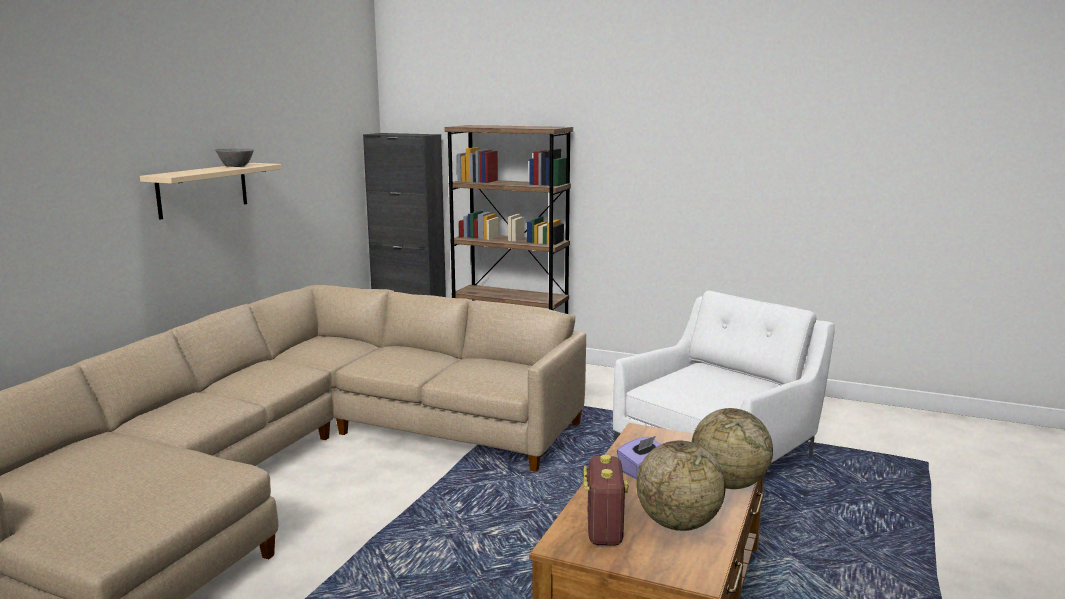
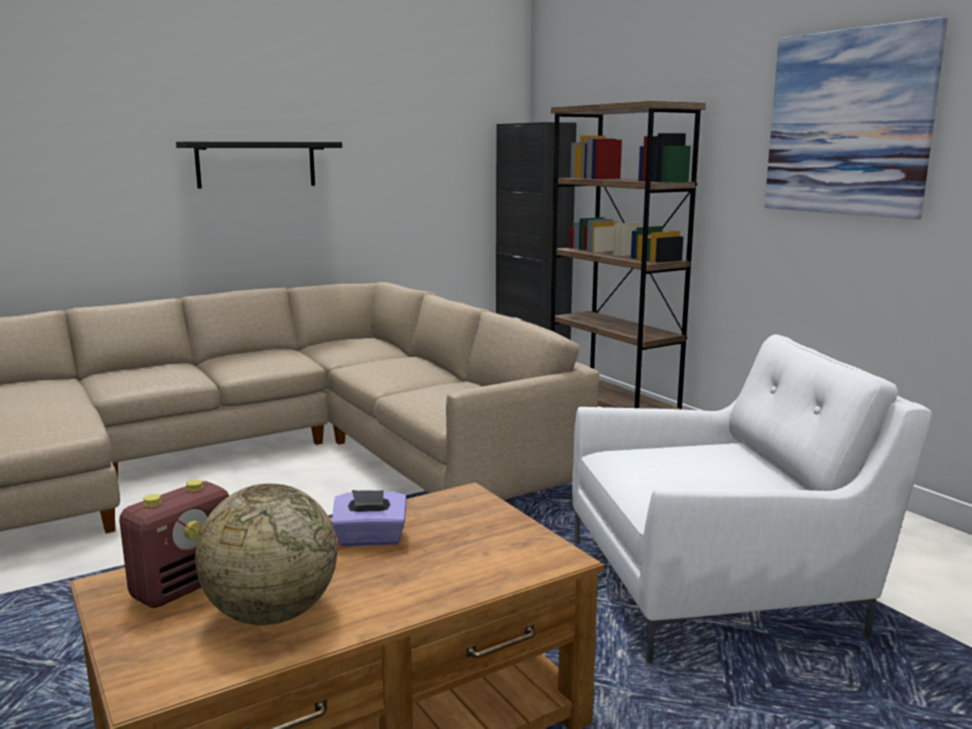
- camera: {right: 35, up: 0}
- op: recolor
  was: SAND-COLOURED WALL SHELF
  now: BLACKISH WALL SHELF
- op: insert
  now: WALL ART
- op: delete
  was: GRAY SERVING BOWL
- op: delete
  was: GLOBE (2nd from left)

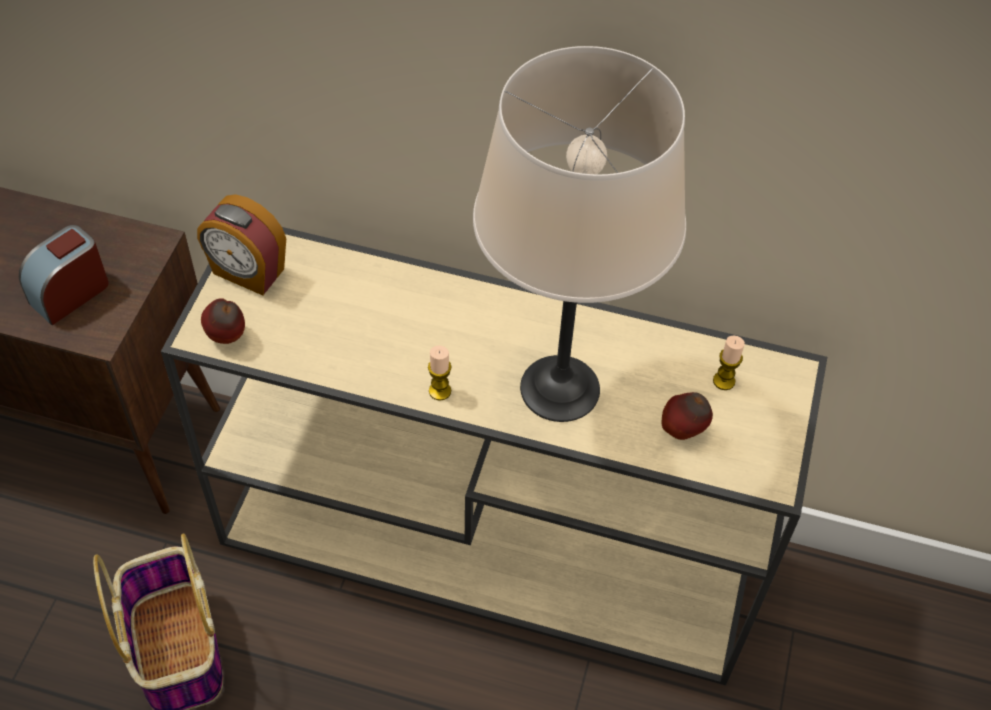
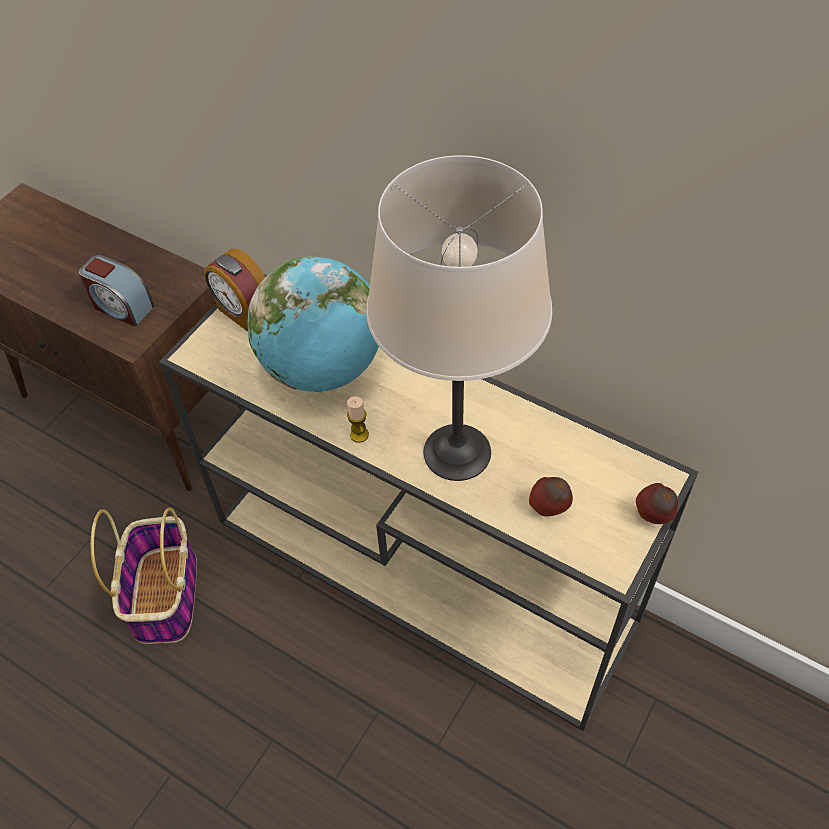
- camera: {right: 20, up: 0}
- op: rotate
  was: TABLE CLOCK (1st from left)
  clockwise: -120
- op: insert
  now: GLOBE
- op: move
  was: APPLE FRUIT (1st from left in the first image)
  now: APPLE FRUIT (2nd from left)
- op: delete
  was: WAX CANDLE (2nd from left)

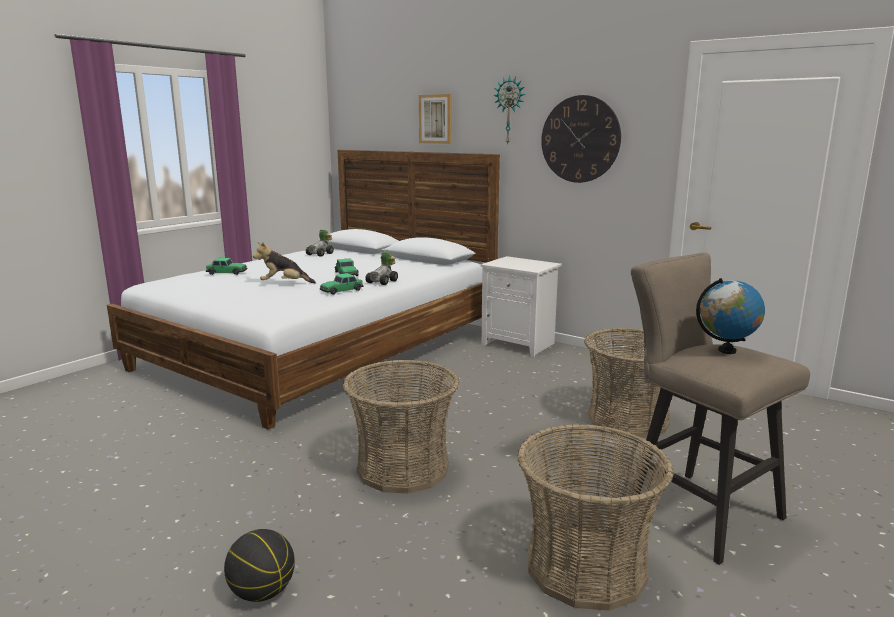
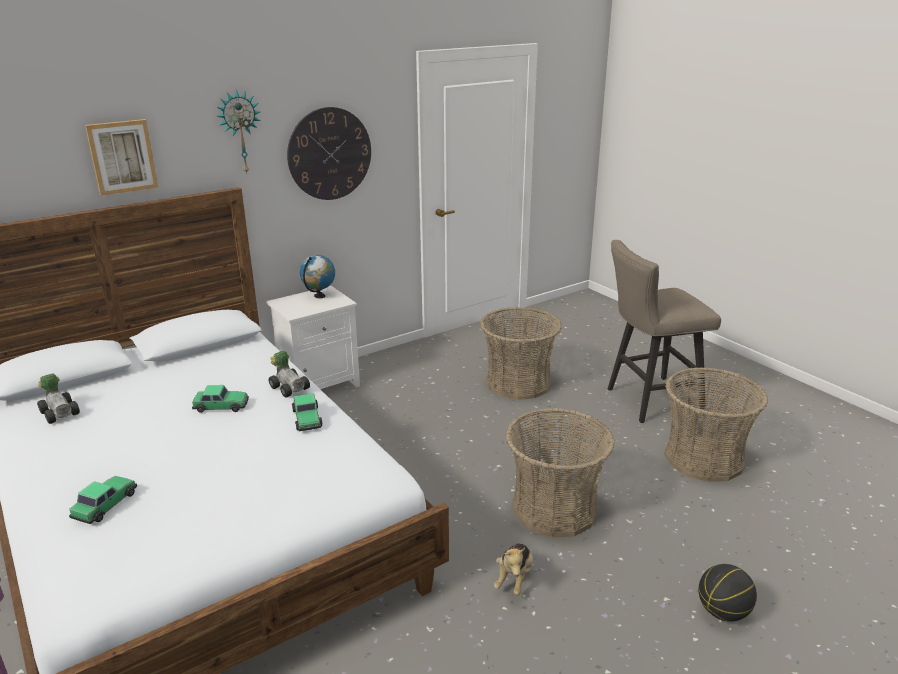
- camera: {right: -70, up: 10}
- op: move
  was: GLOBE
- op: move
  was: SOFT TOY

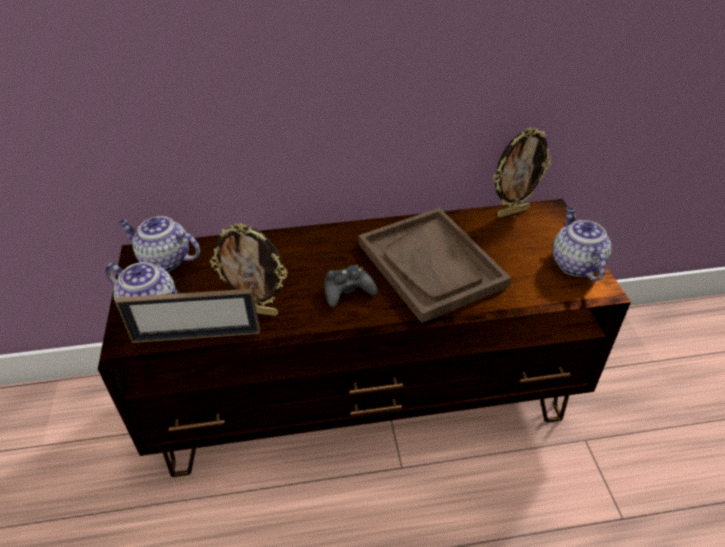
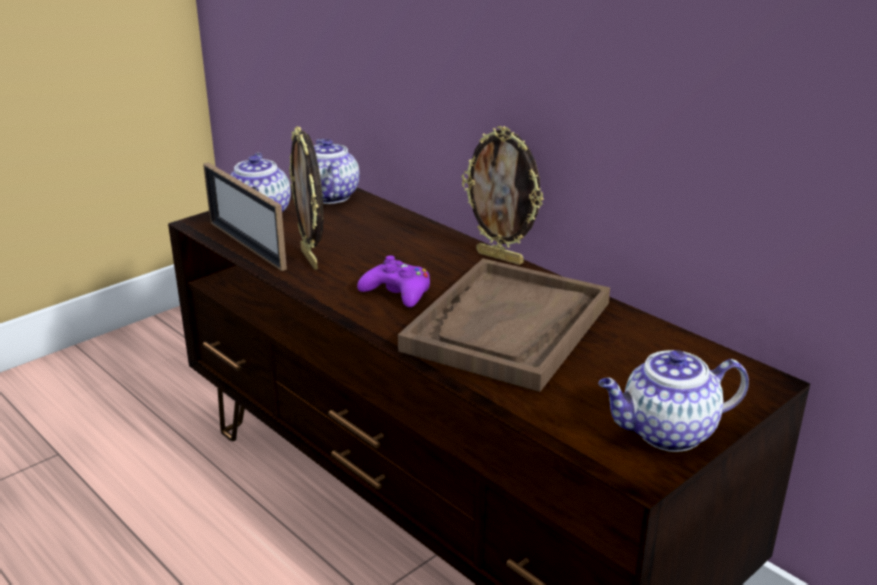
- camera: {right: 55, up: -15}
- op: recolor
  was: BLACKISH JOYPAD
  now: PURPLISH JOYPAD
- op: move
  was: PICTURE FRAME (3rd from left)
- op: rotate
  was: TEA POT (3rd from left)
  clockwise: -150

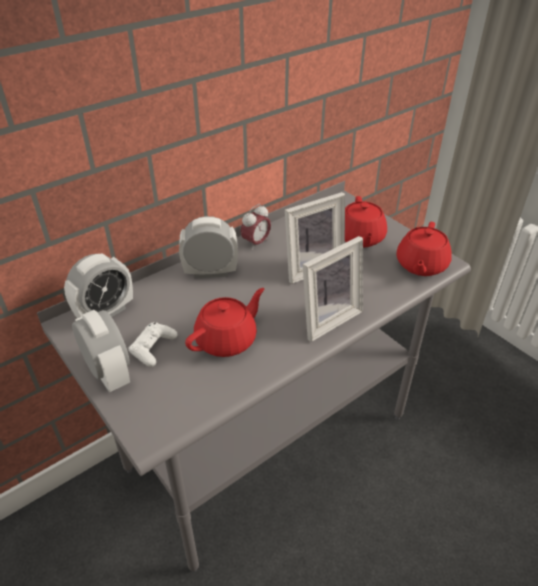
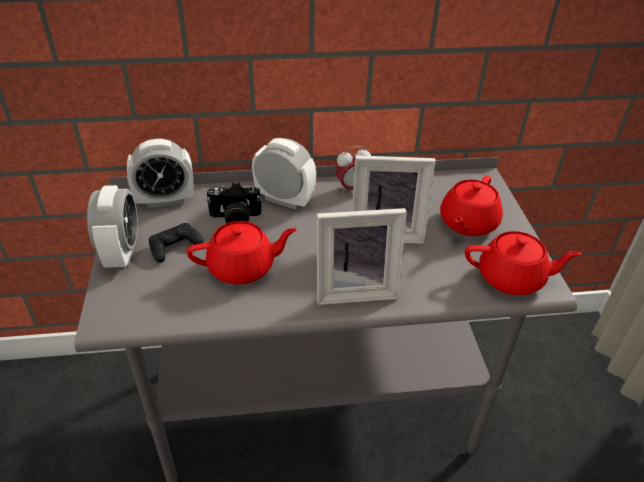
- camera: {right: 30, up: 0}
- op: recolor
  was: WHITISH JOYPAD
  now: BLACKISH JOYPAD
- op: insert
  now: PHOTO CAMERA
- op: rotate
  was: RED-COLOURED TEA POT (3rd from left)
  clockwise: -135

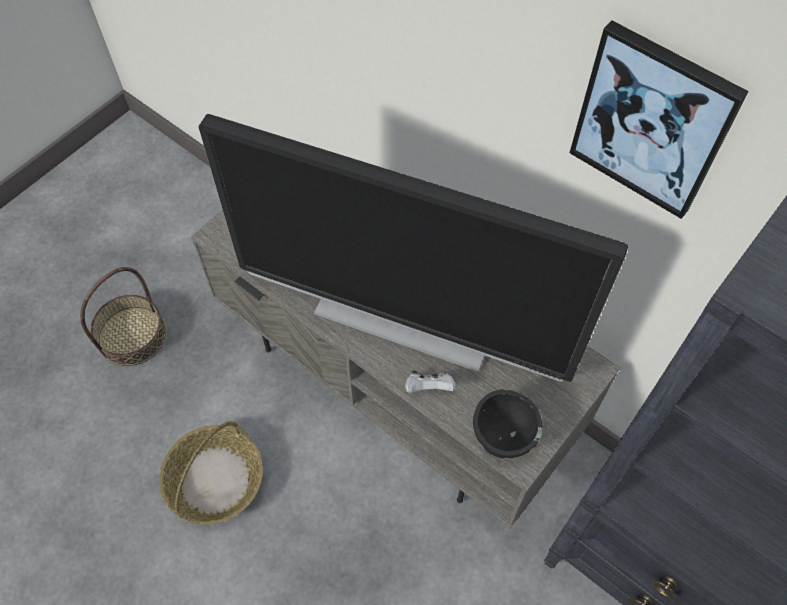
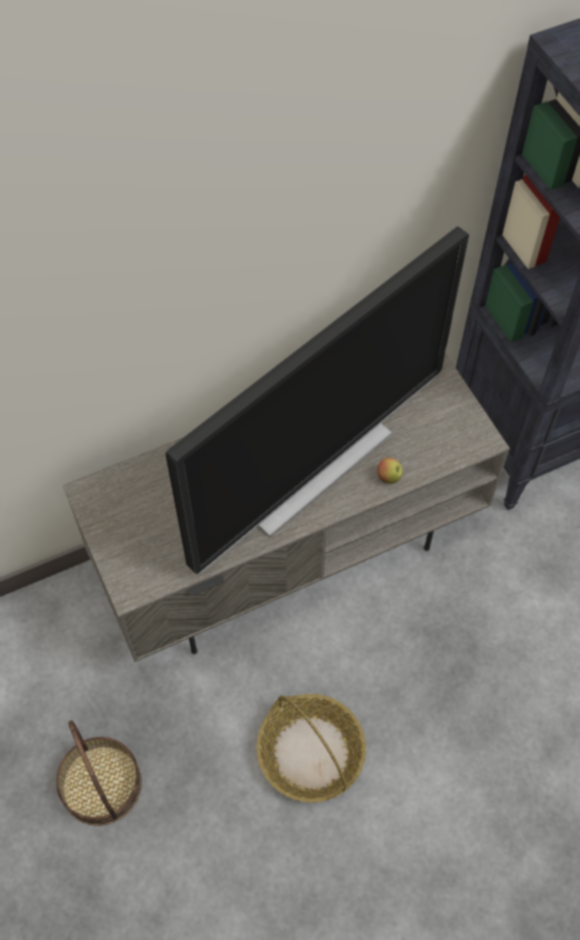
- camera: {right: -65, up: 0}
- op: replace
  was: WHITISH JOYPAD
  now: APPLE FRUIT
- op: delete
  was: BLACKISH SERVING BOWL
- op: delete
  was: WALL ART

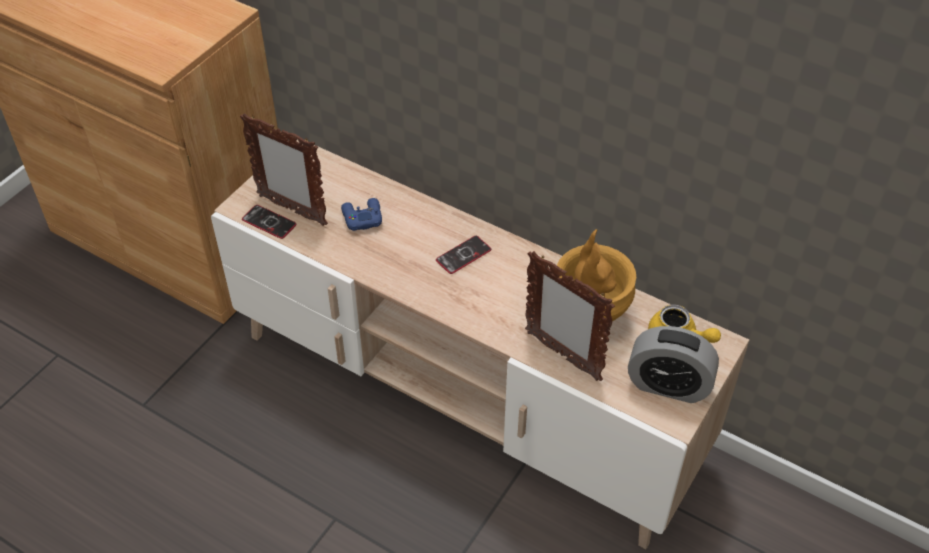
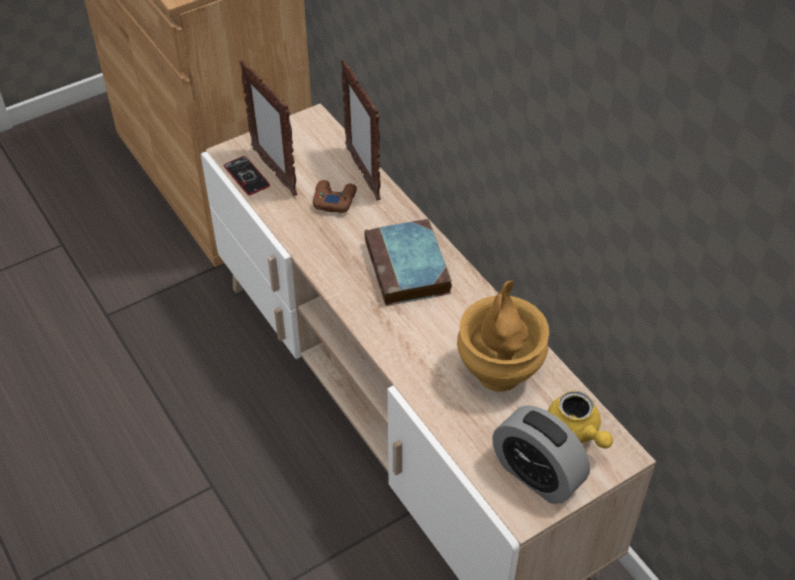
- camera: {right: 25, up: 0}
- op: recolor
  was: BLUISH JOYPAD
  now: BROWN-COLOURED JOYPAD
- op: move
  was: PICTURE FRAME (2nd from left)
- op: replace
  was: TELEPHONE (2nd from left)
  now: BOOK

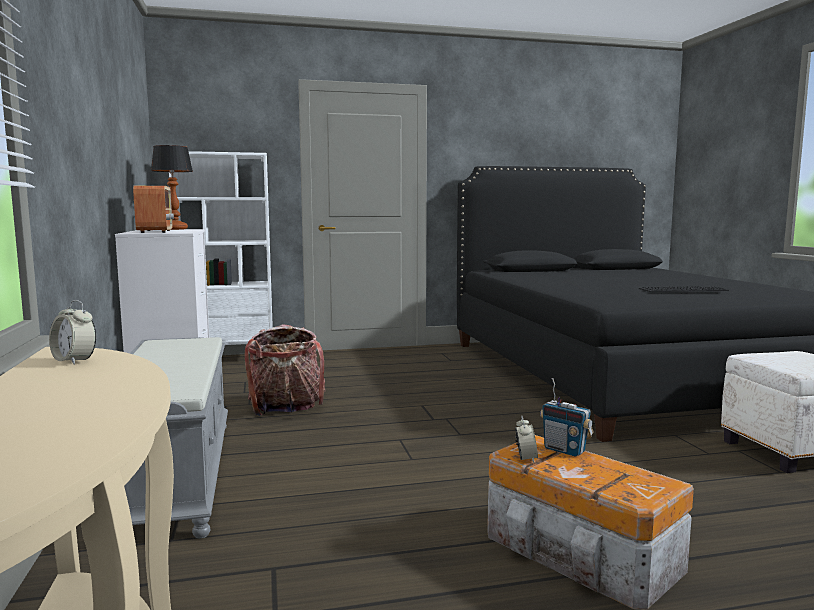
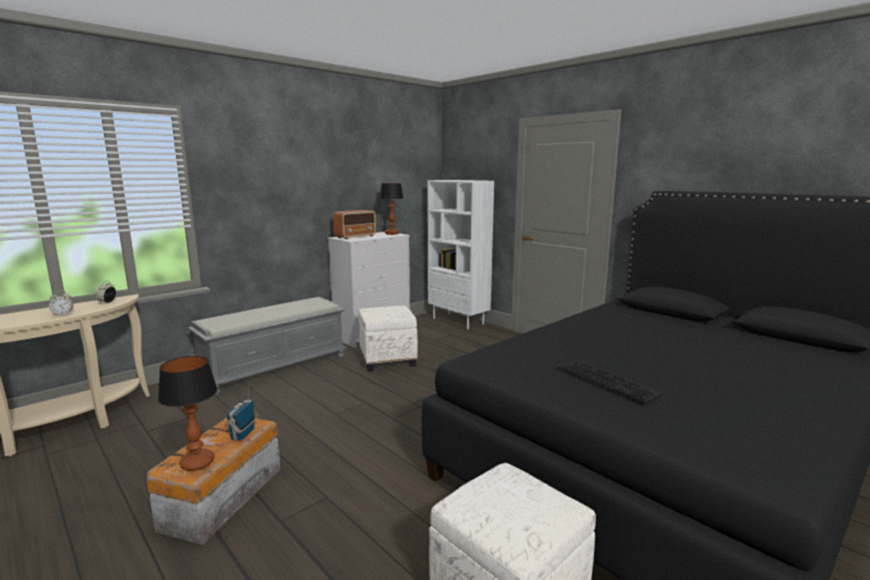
- camera: {right: 60, up: 5}
- op: move
  was: TABLE CLOCK (2nd from left in the first image)
  now: TABLE CLOCK (1st from left)
- op: insert
  now: TABLE LAMP (1st from left)
- op: replace
  was: BACKPACK
  now: WHITISH POUFFE (1st from left)

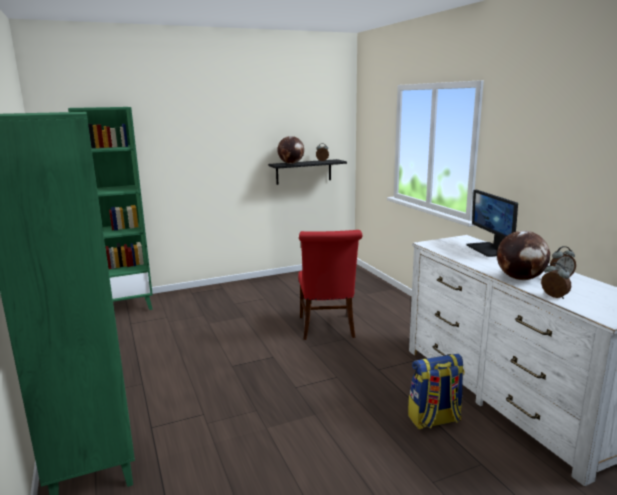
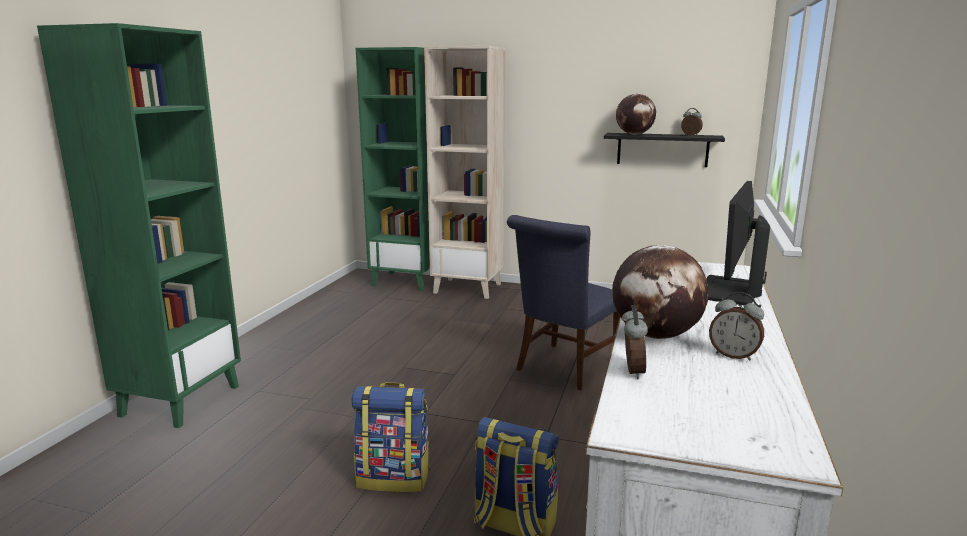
- camera: {right: 40, up: 0}
- op: insert
  now: BACKPACK (1st from left)
- op: insert
  now: SAND-COLOURED BOOKSHELF
- op: recolor
  was: RED-COLOURED CHAIR
  now: BLUISH CHAIR

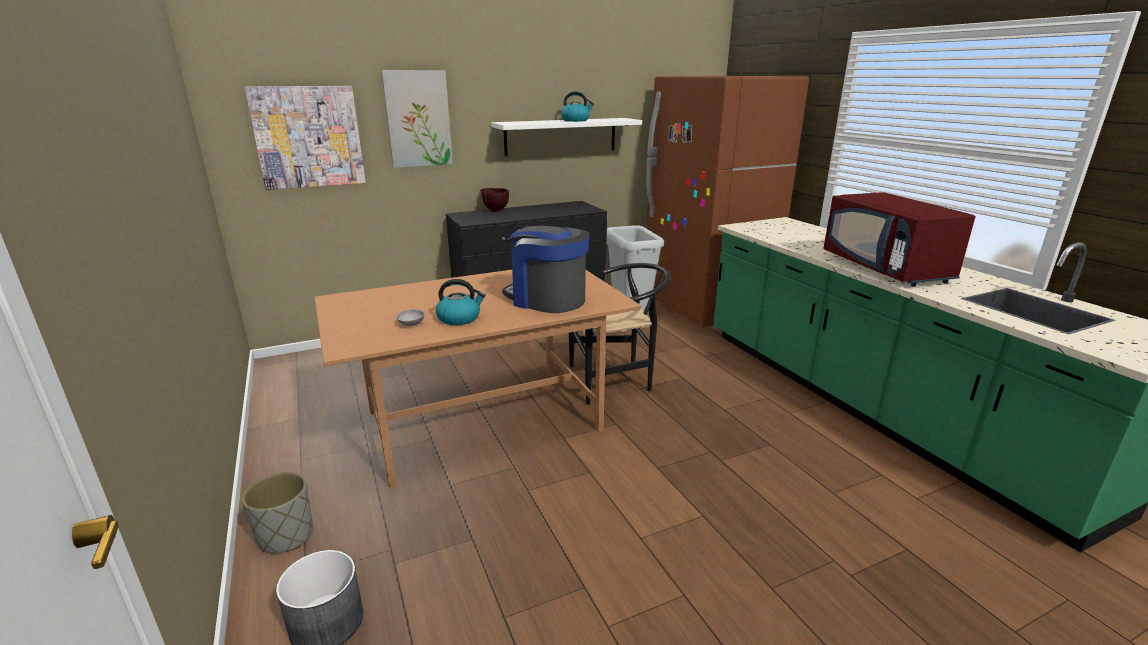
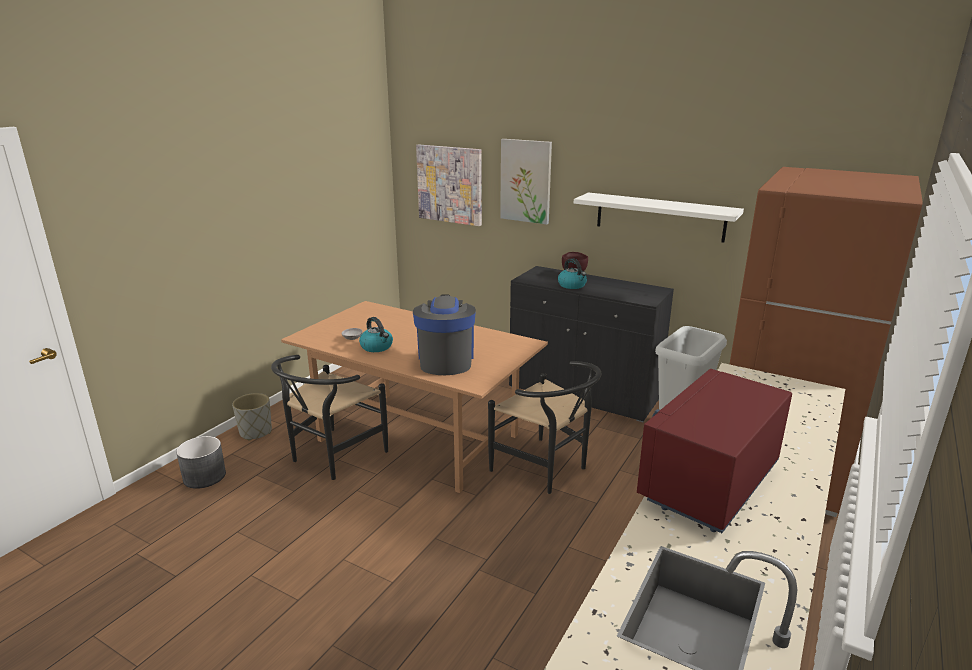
- camera: {right: 55, up: 0}
- op: insert
  now: BLACKISH CHAIR (1st from left)
- op: move
  was: TEA KETTLE (2nd from left)

